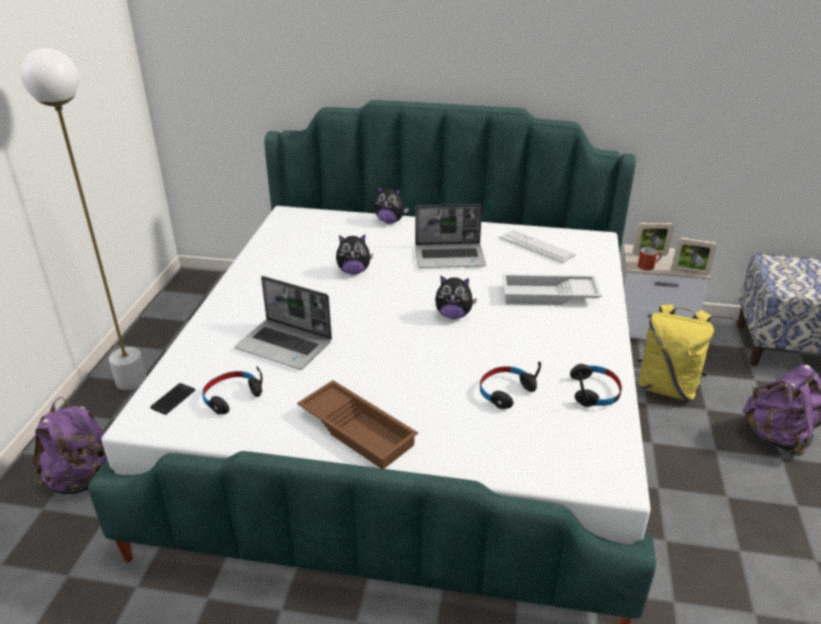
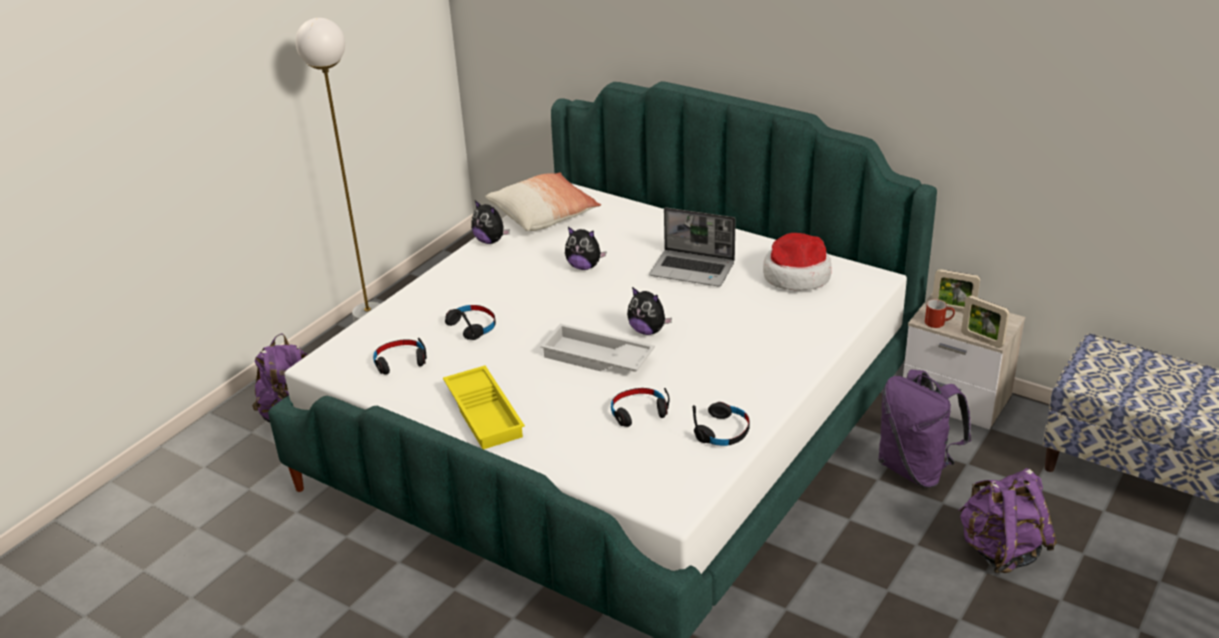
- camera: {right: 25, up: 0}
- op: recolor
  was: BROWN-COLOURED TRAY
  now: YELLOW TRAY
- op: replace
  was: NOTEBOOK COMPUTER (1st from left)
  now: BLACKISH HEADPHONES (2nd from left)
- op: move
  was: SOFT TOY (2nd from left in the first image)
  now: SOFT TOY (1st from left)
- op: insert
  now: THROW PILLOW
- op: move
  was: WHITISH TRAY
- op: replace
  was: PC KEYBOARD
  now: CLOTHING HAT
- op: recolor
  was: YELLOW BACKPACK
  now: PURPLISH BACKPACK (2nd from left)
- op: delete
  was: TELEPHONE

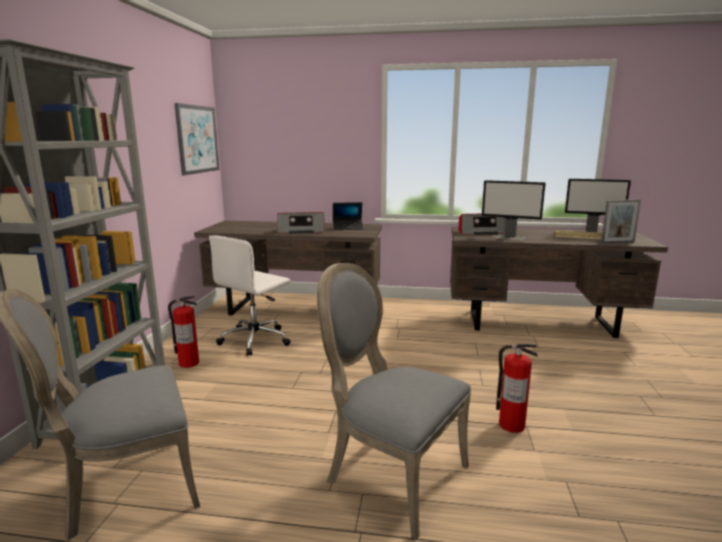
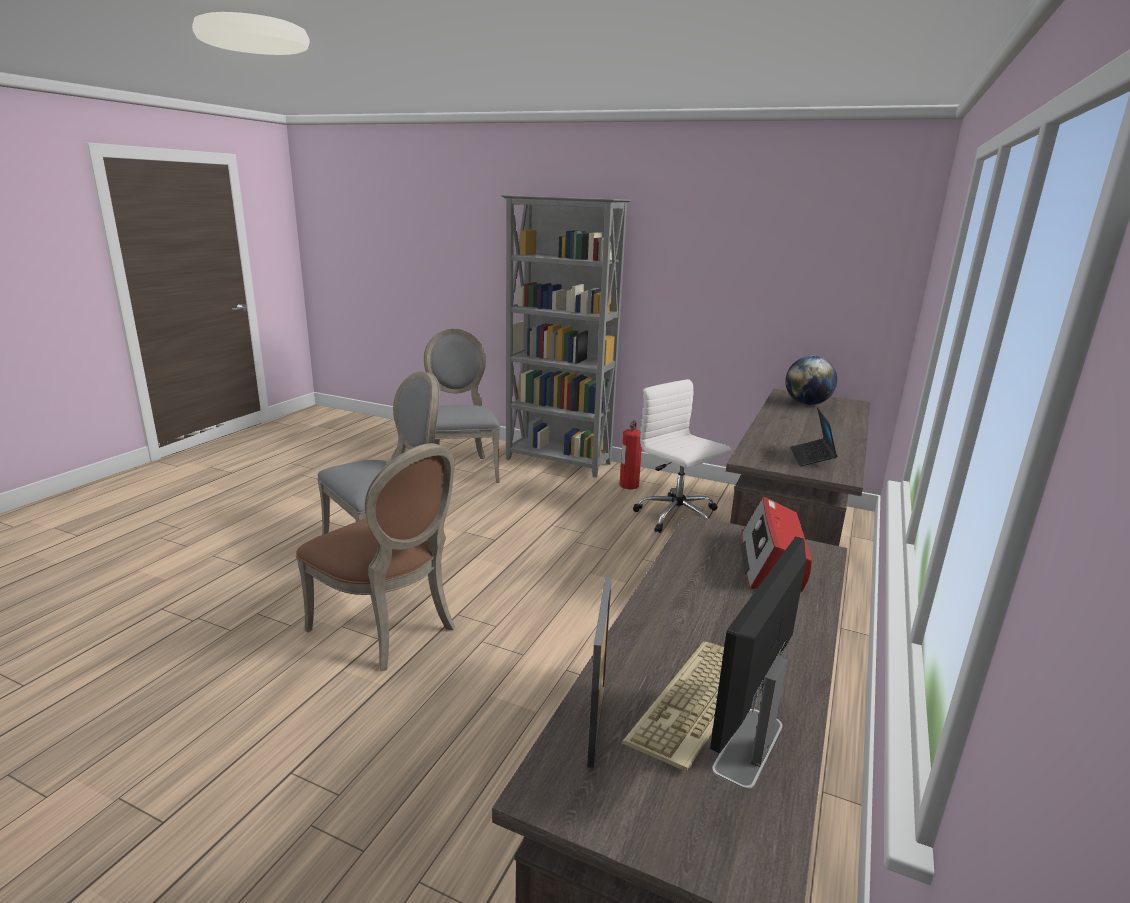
- camera: {right: 105, up: 5}
- op: replace
  was: FIRE EXTINGUISHER (2nd from left)
  now: BROWN-COLOURED CHAIR
- op: insert
  now: GLOBE
- op: delete
  was: WALL ART
- op: delete
  was: RADIO SET (1st from left)
- op: delete
  was: COMPUTER DISPLAY (1st from left)

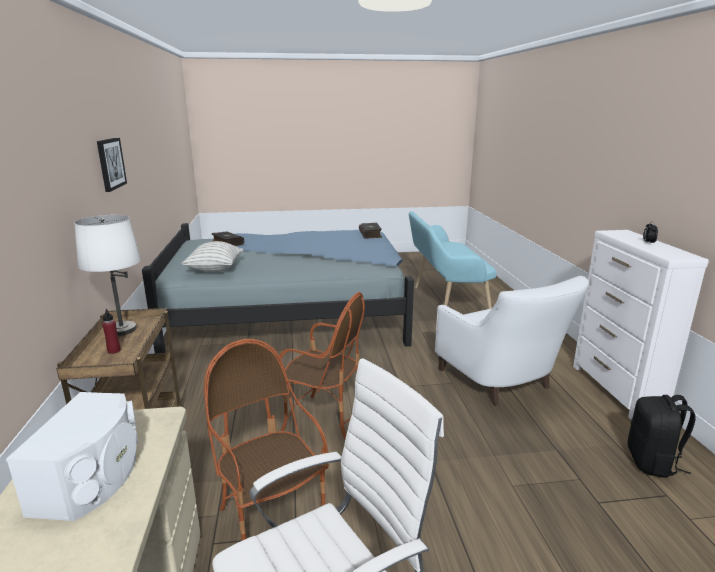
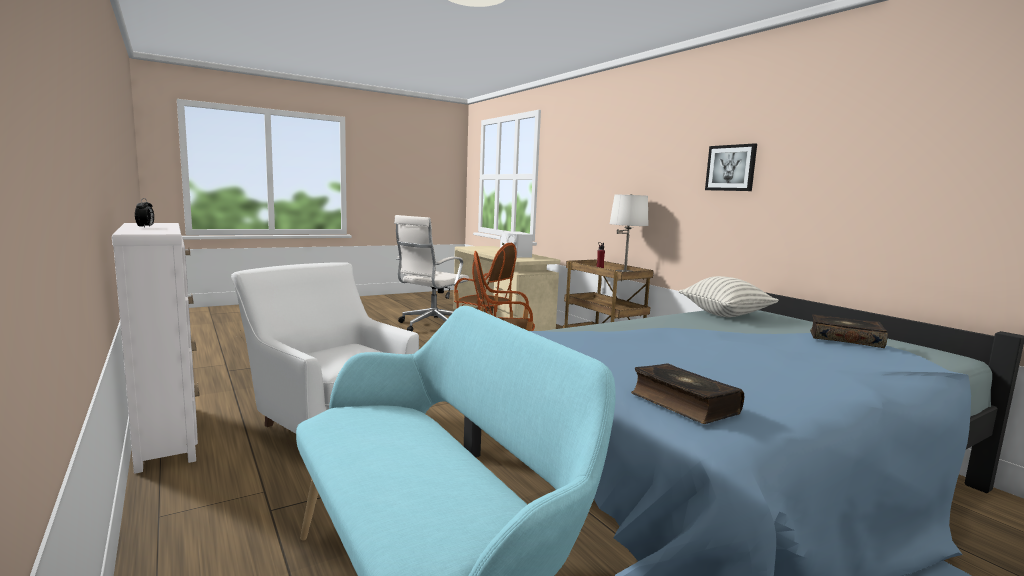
- camera: {right: 155, up: -10}
- op: delete
  was: BLACKISH BACKPACK

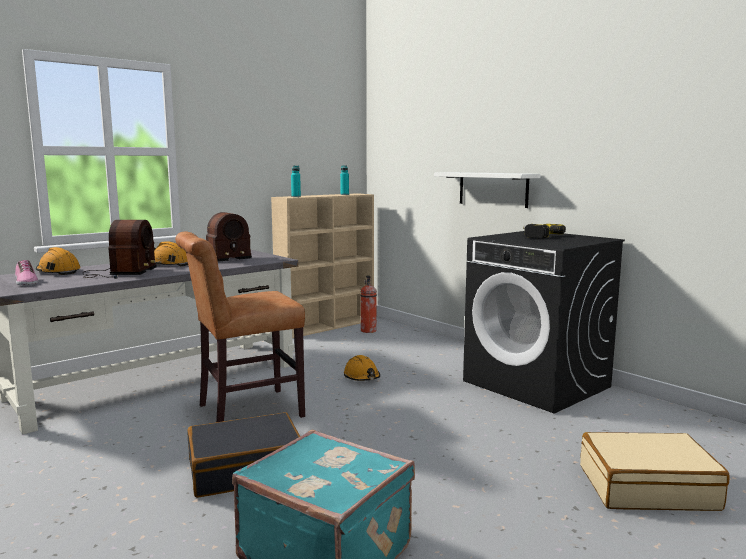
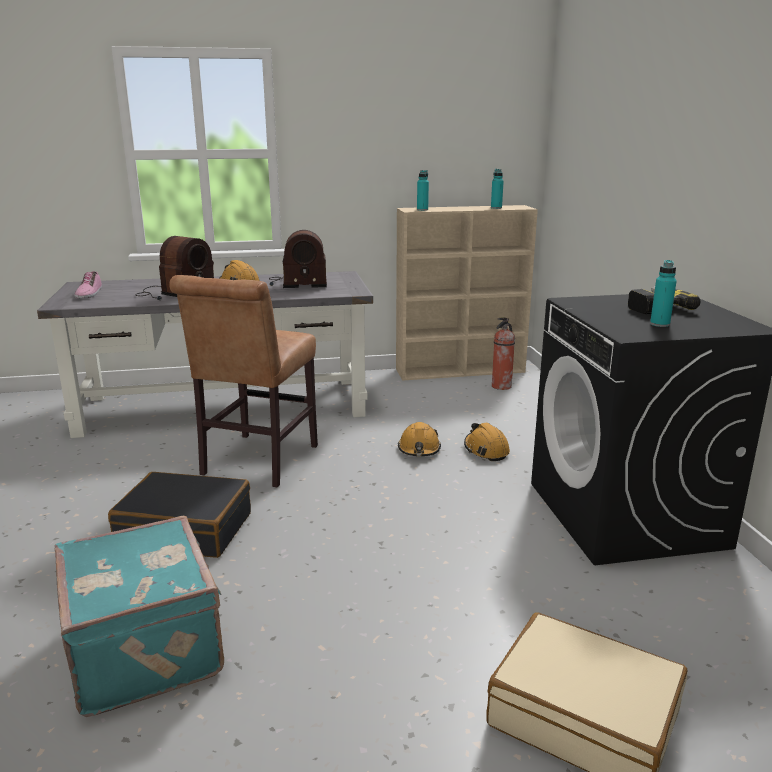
- camera: {right: 30, up: 10}
- op: rotate
  was: BROWN-COLOURED CHAIR
  clockwise: -75
- op: move
  was: ORANGE-COLOURED SAFETY HELMET (1st from left in the first image)
  now: ORANGE-COLOURED SAFETY HELMET (3rd from left)
- op: insert
  now: TURQUOISE-COLOURED BEVERAGE BOTTLE (3rd from left)
- op: delete
  was: WHITISH WALL SHELF

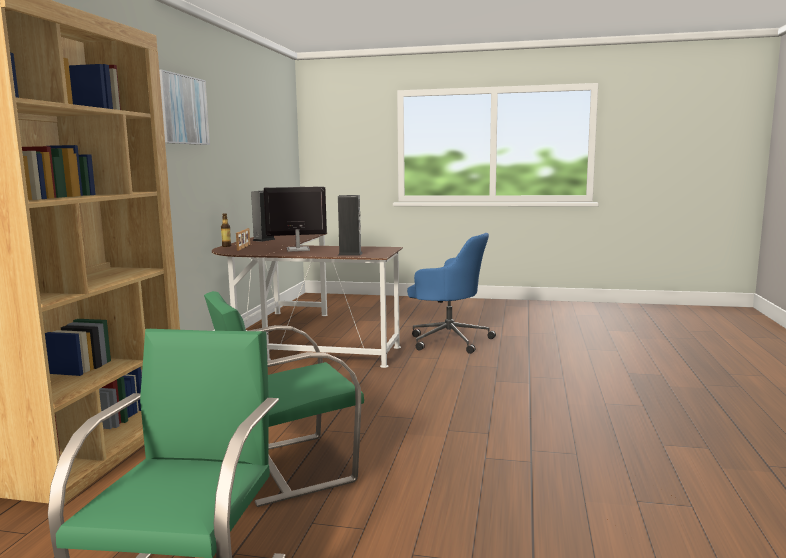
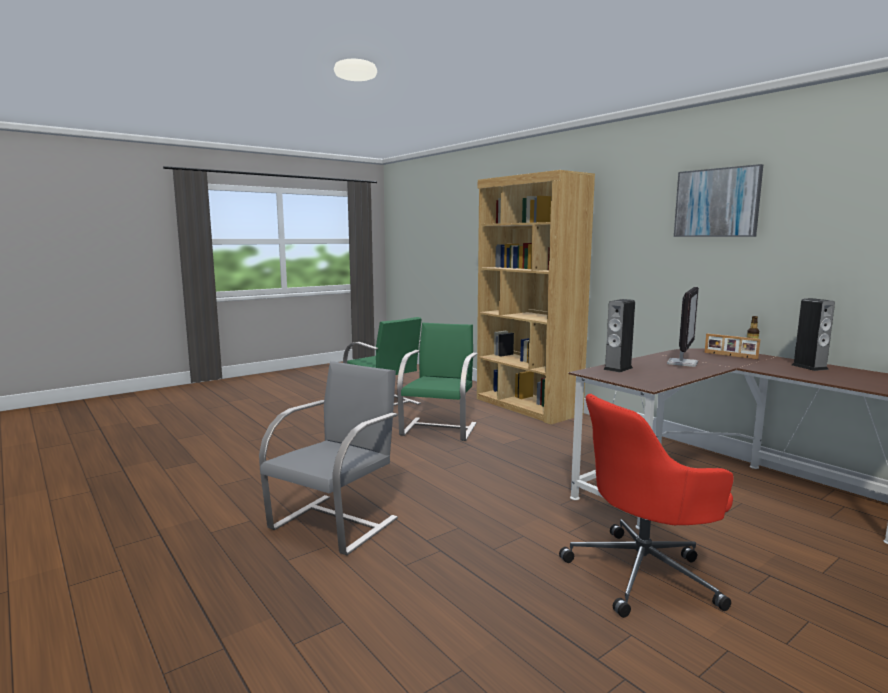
- camera: {right: 130, up: 0}
- op: insert
  now: GRAY CHAIR
- op: recolor
  was: BLUISH COMPUTER CHAIR
  now: RED-COLOURED COMPUTER CHAIR

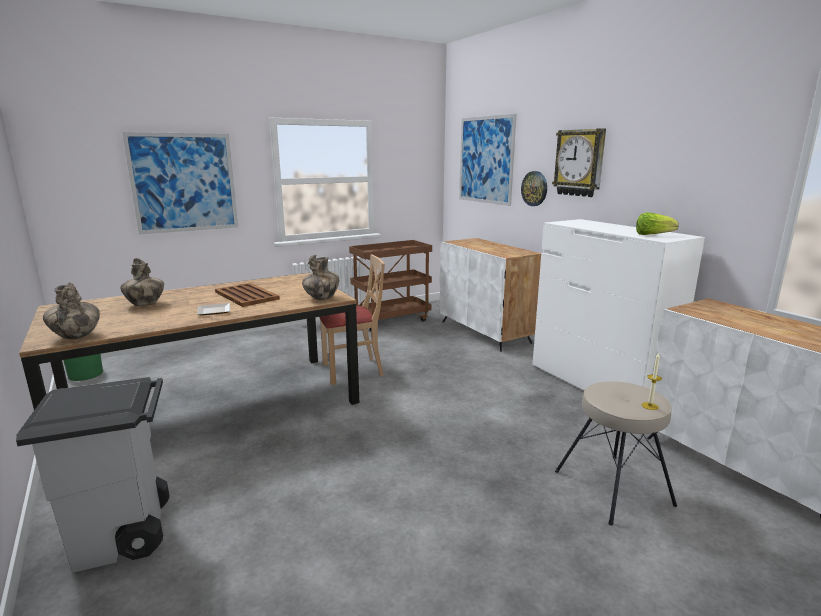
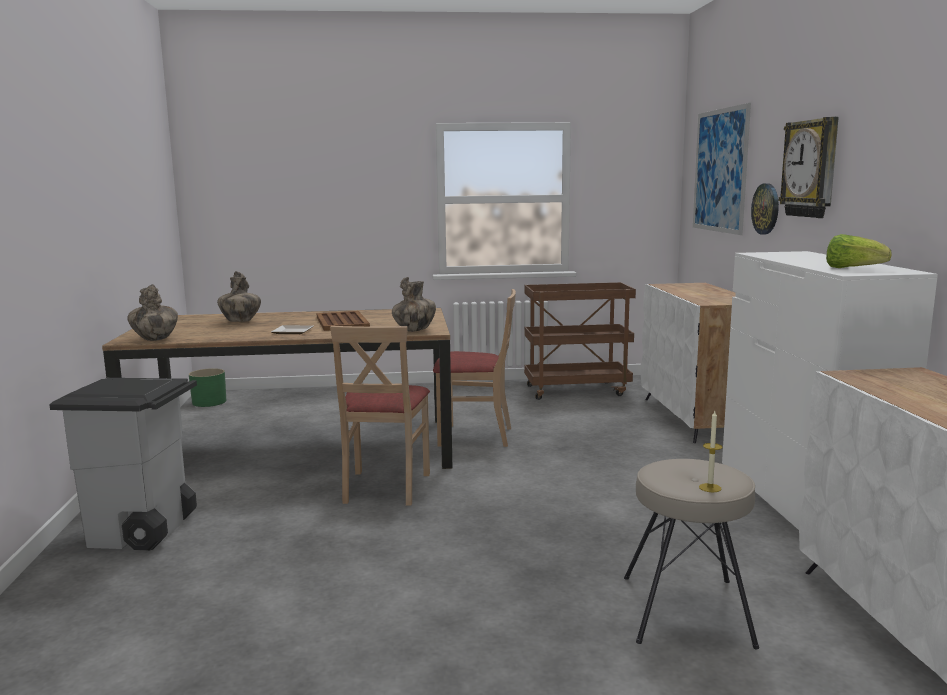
- camera: {right: 25, up: -5}
- op: insert
  now: SAND-COLOURED CHAIR (1st from left)
- op: delete
  was: WALL ART (1st from left)

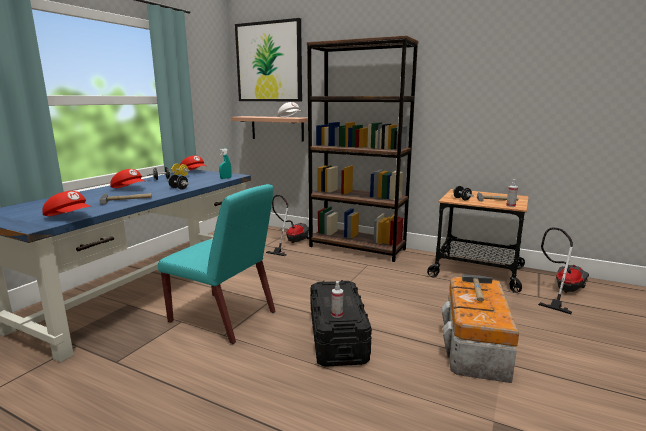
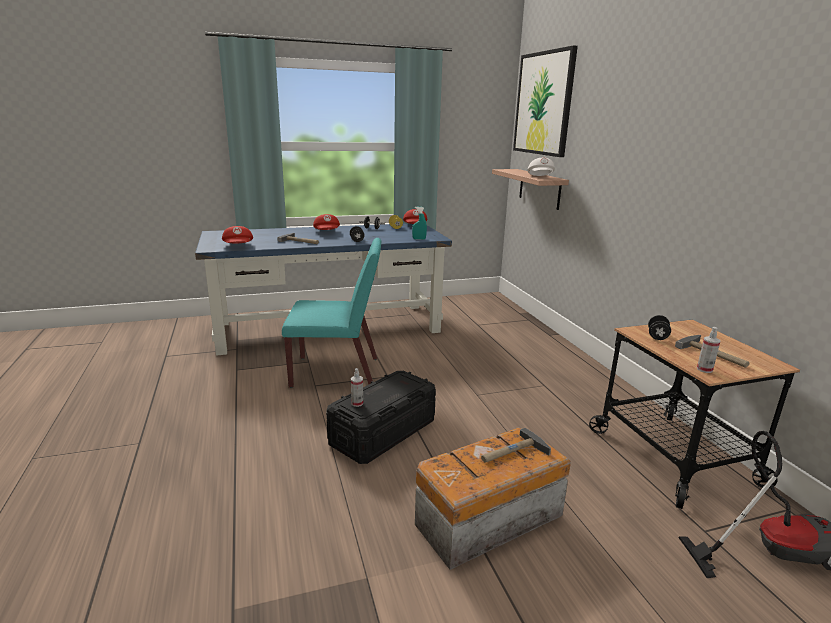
- camera: {right: 45, up: 5}
- op: rotate
  was: TURQUOISE-COLOURED CHAIR
  clockwise: -75
- op: delete
  was: VACUUM CLEANER (1st from left)
- op: delete
  was: BROWN-COLOURED BOOKSHELF

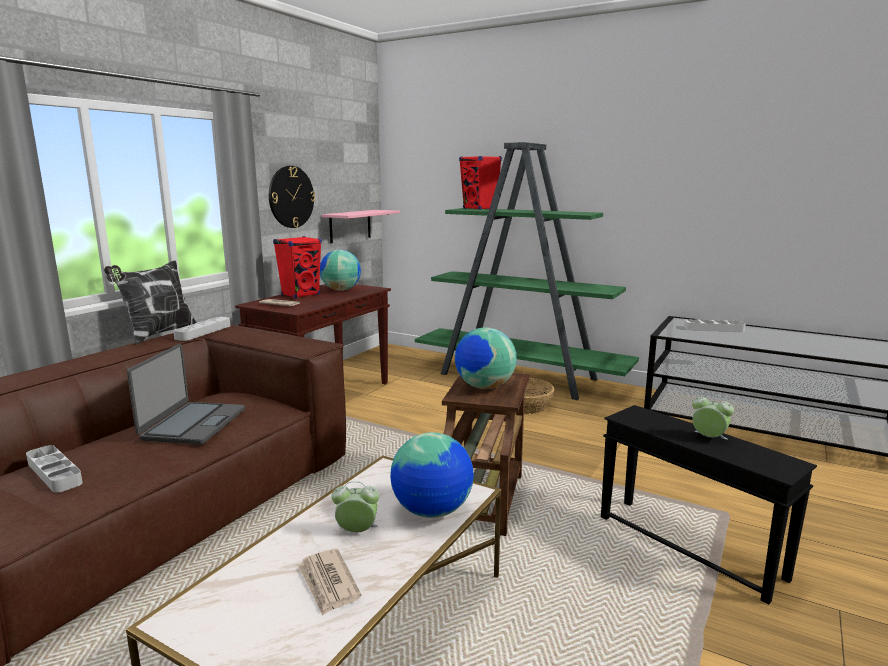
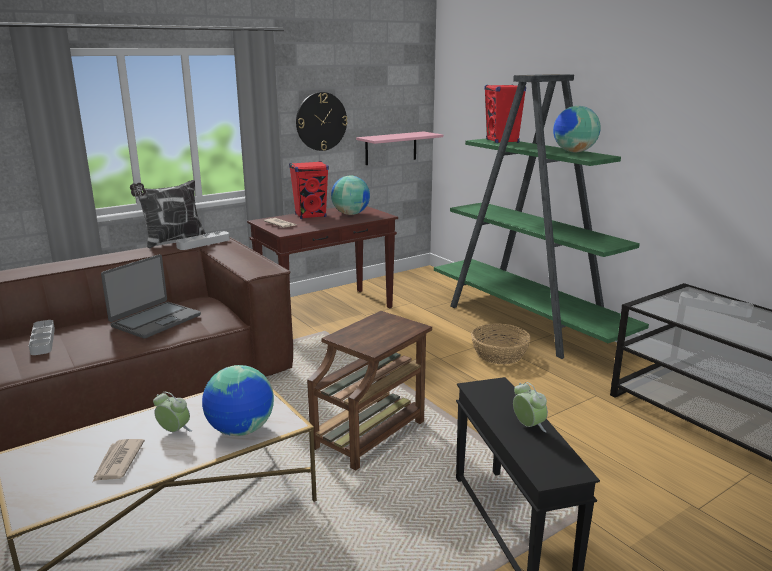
- camera: {right: 25, up: 5}
- op: move
  was: GLOBE (3rd from left)

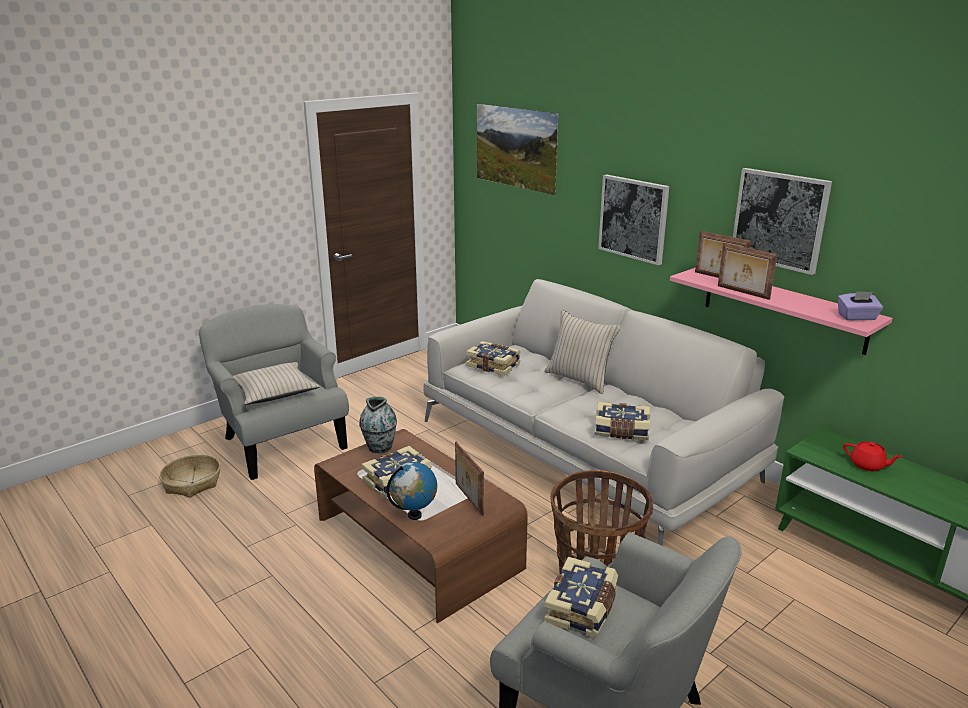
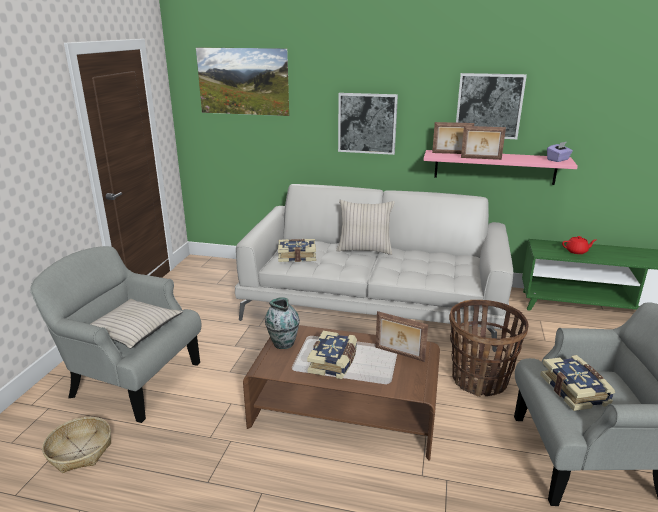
- camera: {right: -35, up: 0}
- op: delete
  was: GLOBE
- op: delete
  was: BOOK (4th from left)

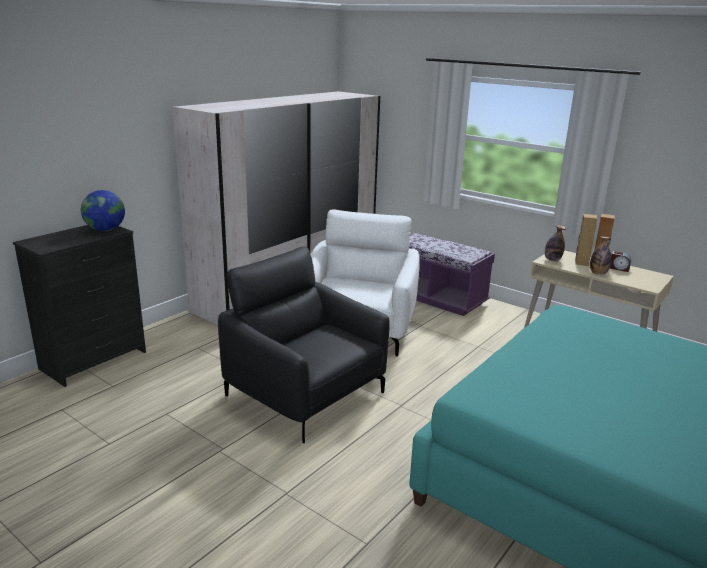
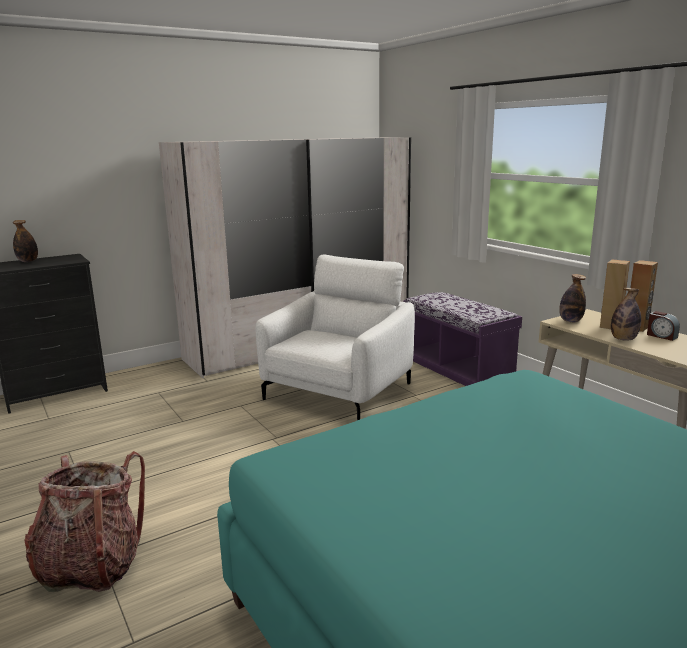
- camera: {right: 20, up: -5}
- op: insert
  now: BEVERAGE BOTTLE (1st from left)
- op: insert
  now: BACKPACK
- op: delete
  was: GLOBE
- op: delete
  was: BLACKISH ARMCHAIR

